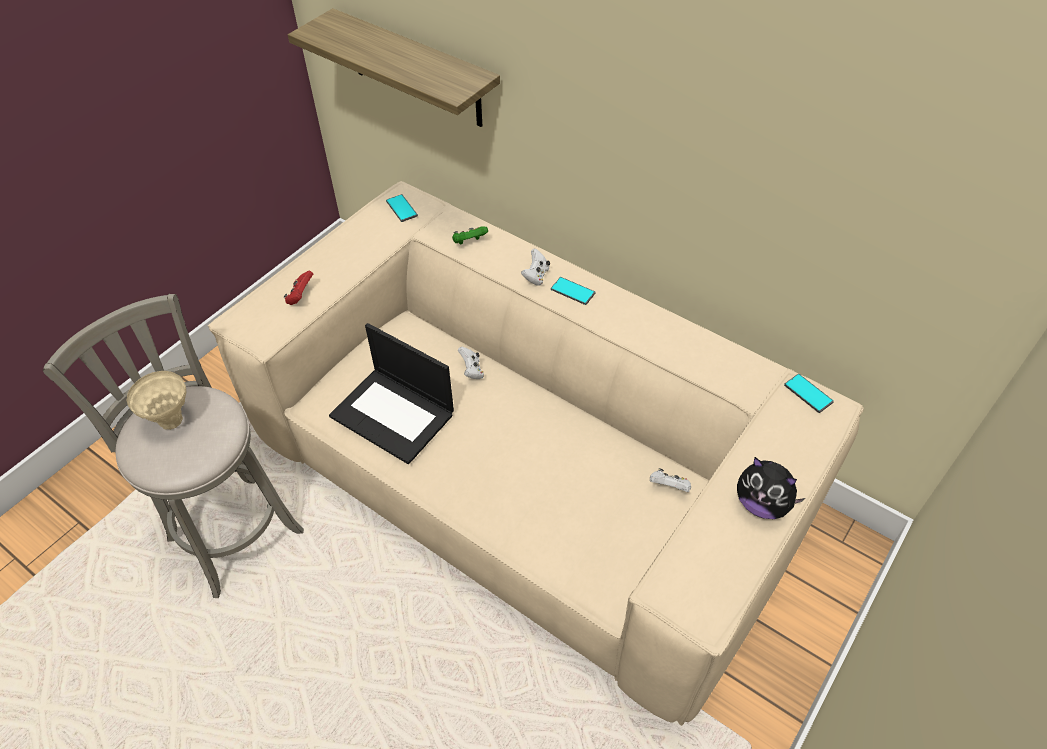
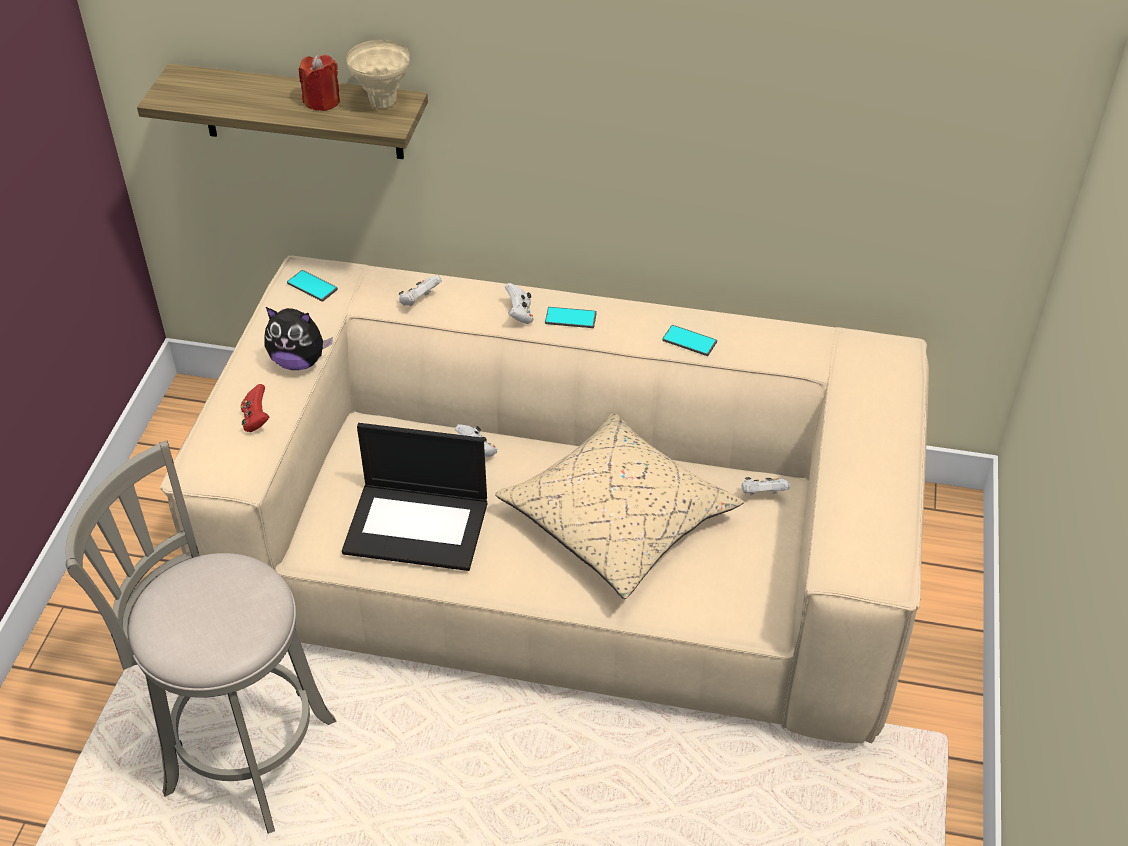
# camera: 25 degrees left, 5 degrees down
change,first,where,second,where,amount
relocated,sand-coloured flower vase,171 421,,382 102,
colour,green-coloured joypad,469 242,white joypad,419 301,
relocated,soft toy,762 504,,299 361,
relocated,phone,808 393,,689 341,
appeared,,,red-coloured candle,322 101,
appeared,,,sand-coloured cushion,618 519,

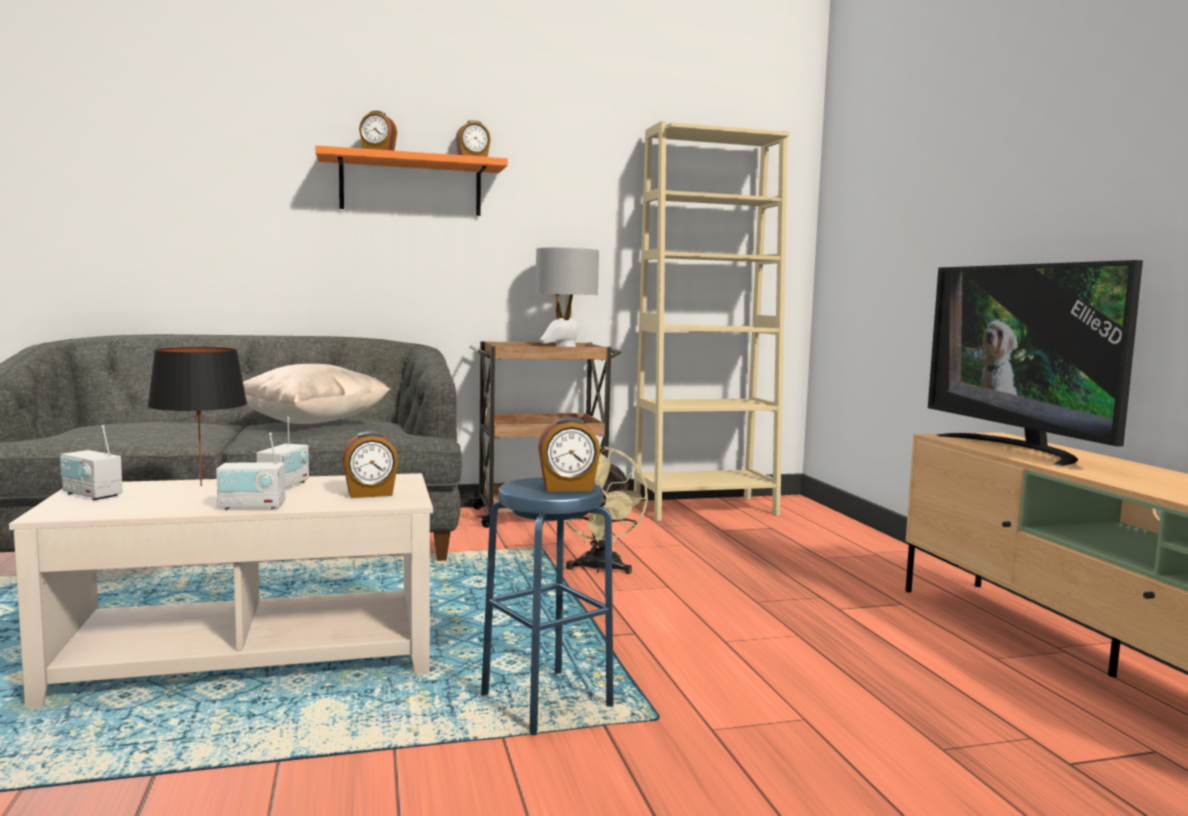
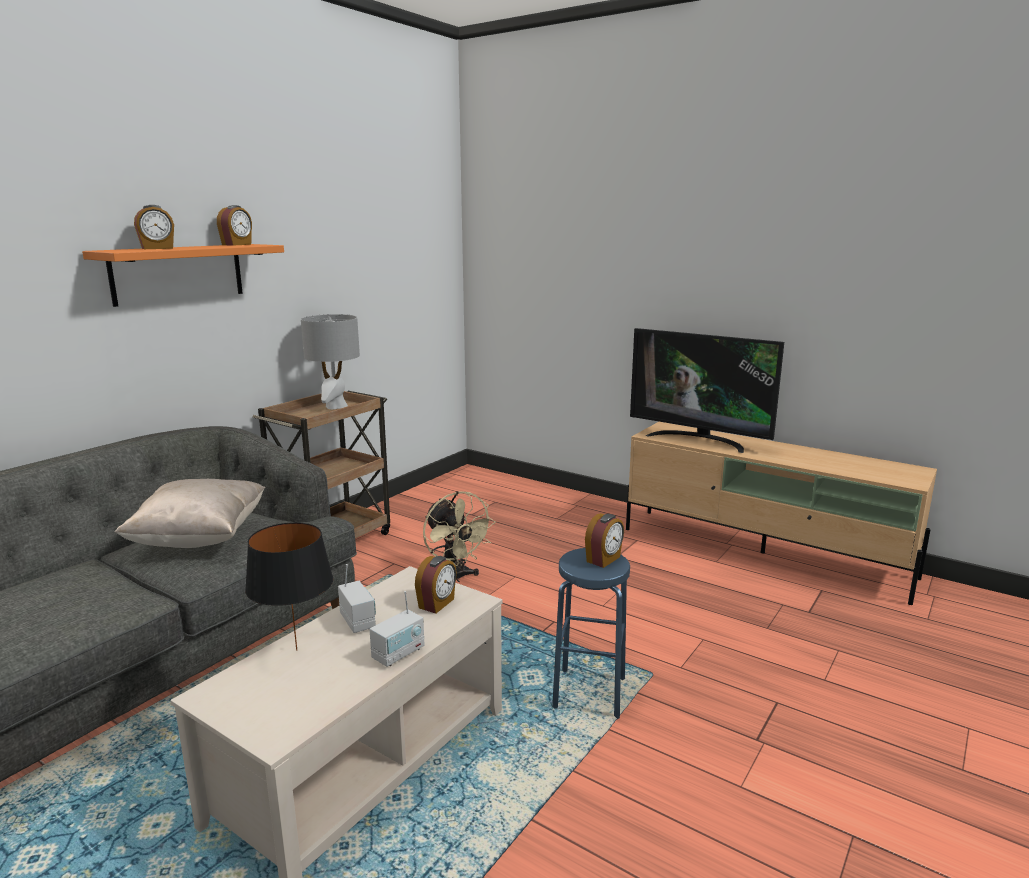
# camera: 40 degrees left, 10 degrees up
change,first,where,second,where,amount
missing,radio set,92 495,,,
missing,sand-coloured bookcase,705 508,,,

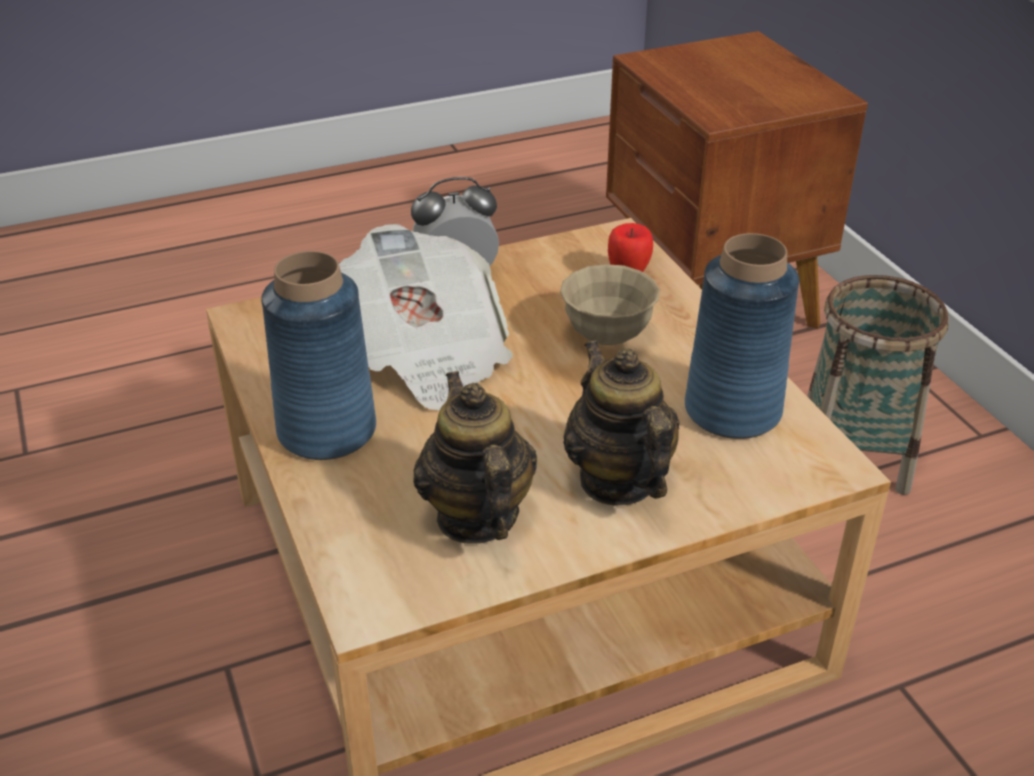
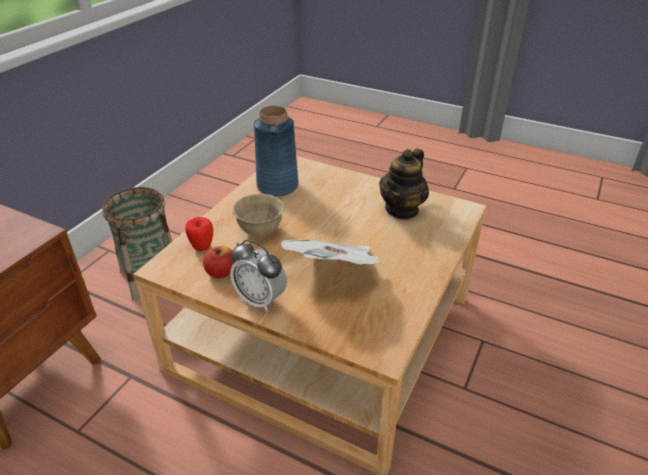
# camera: 130 degrees left, 0 degrees up
change,first,where,second,where,amount
missing,bluish flower vase,328 430,,,
missing,teapot,618 480,,,
appeared,,,apple,221 272,

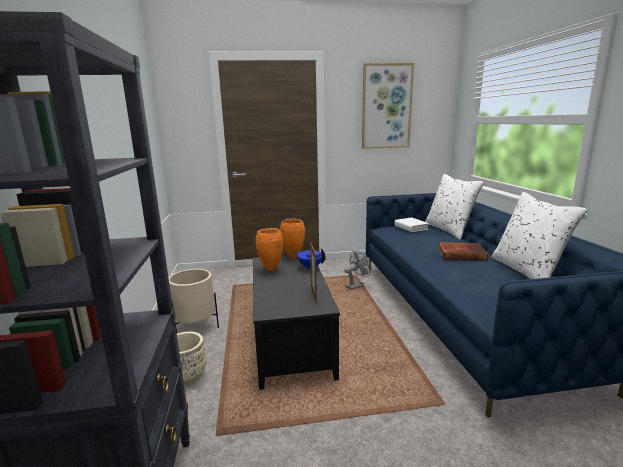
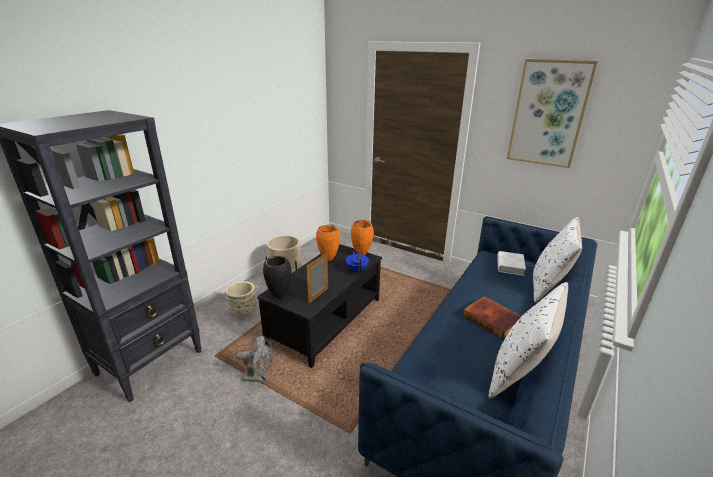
# camera: 40 degrees right, 10 degrees up
change,first,where,second,where,amount
relocated,gray cooling fan,356 285,,259 377,
appeared,,,blackish flower vase,279 297,

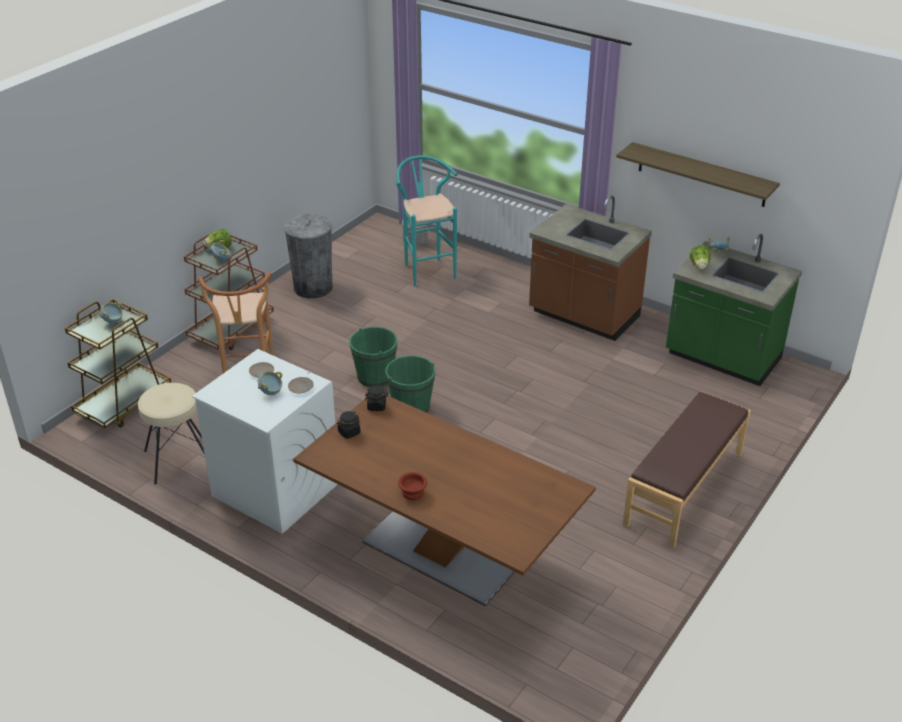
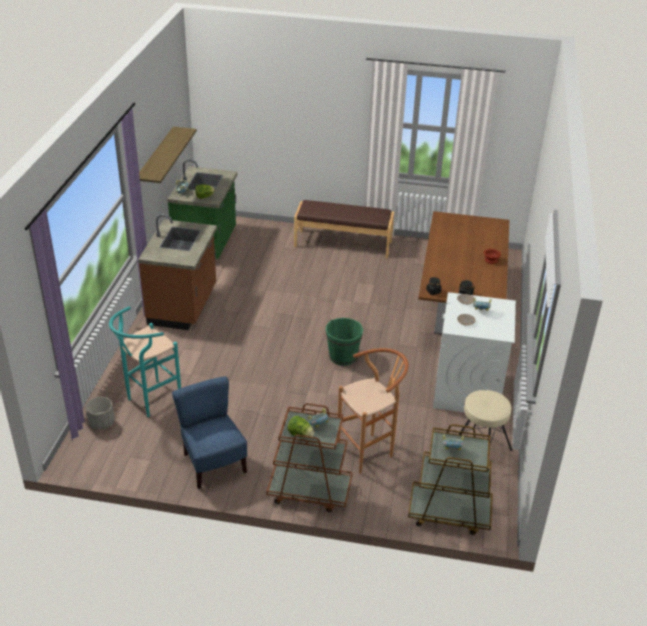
# camera: 115 degrees left, 0 degrees up
change,first,where,second,where,amount
exchanged,gray waste bin,313 287,bluish plain chair,213 464,
missing,green-coloured water bucket,375 377,,,

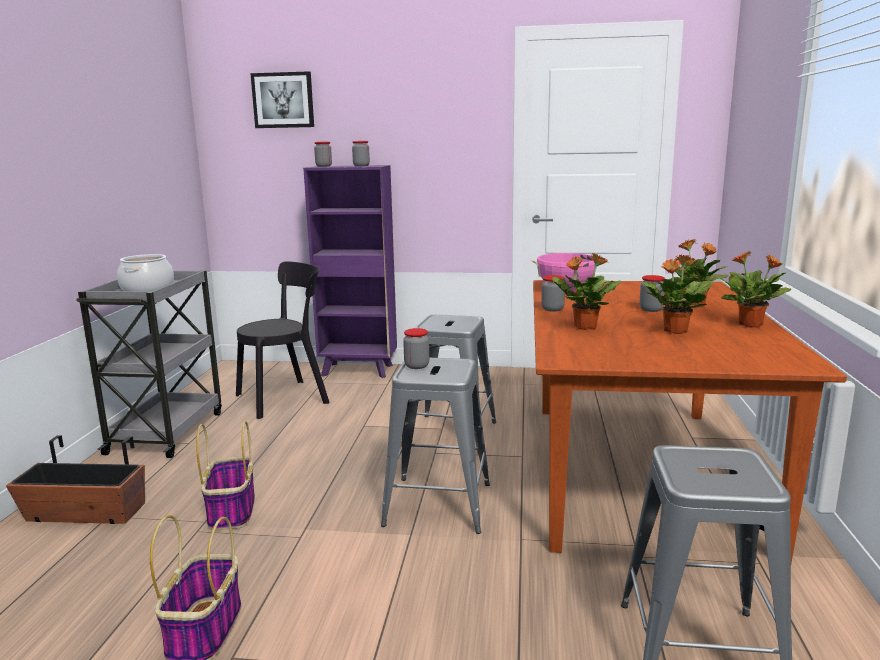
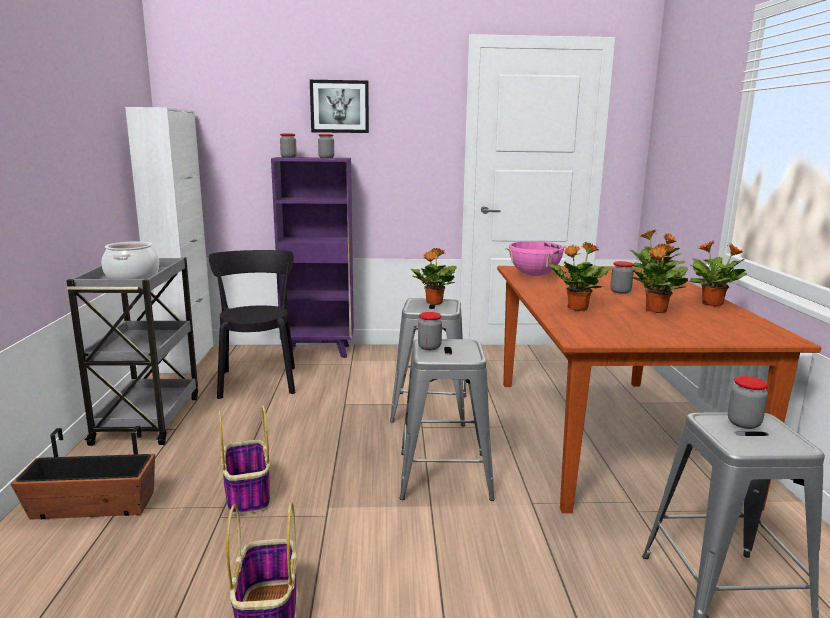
# camera: 10 degrees left, 0 degrees up
change,first,where,second,where,amount
spun,blackish plain chair,286 398,,258 380,60 degrees counterclockwise
relocated,wall art,283 100,,339 106,
relocated,preserve jar,552 309,,743 423,
appeared,,,white cupboard,185 358,
appeared,,,plant in a pot,433 303,

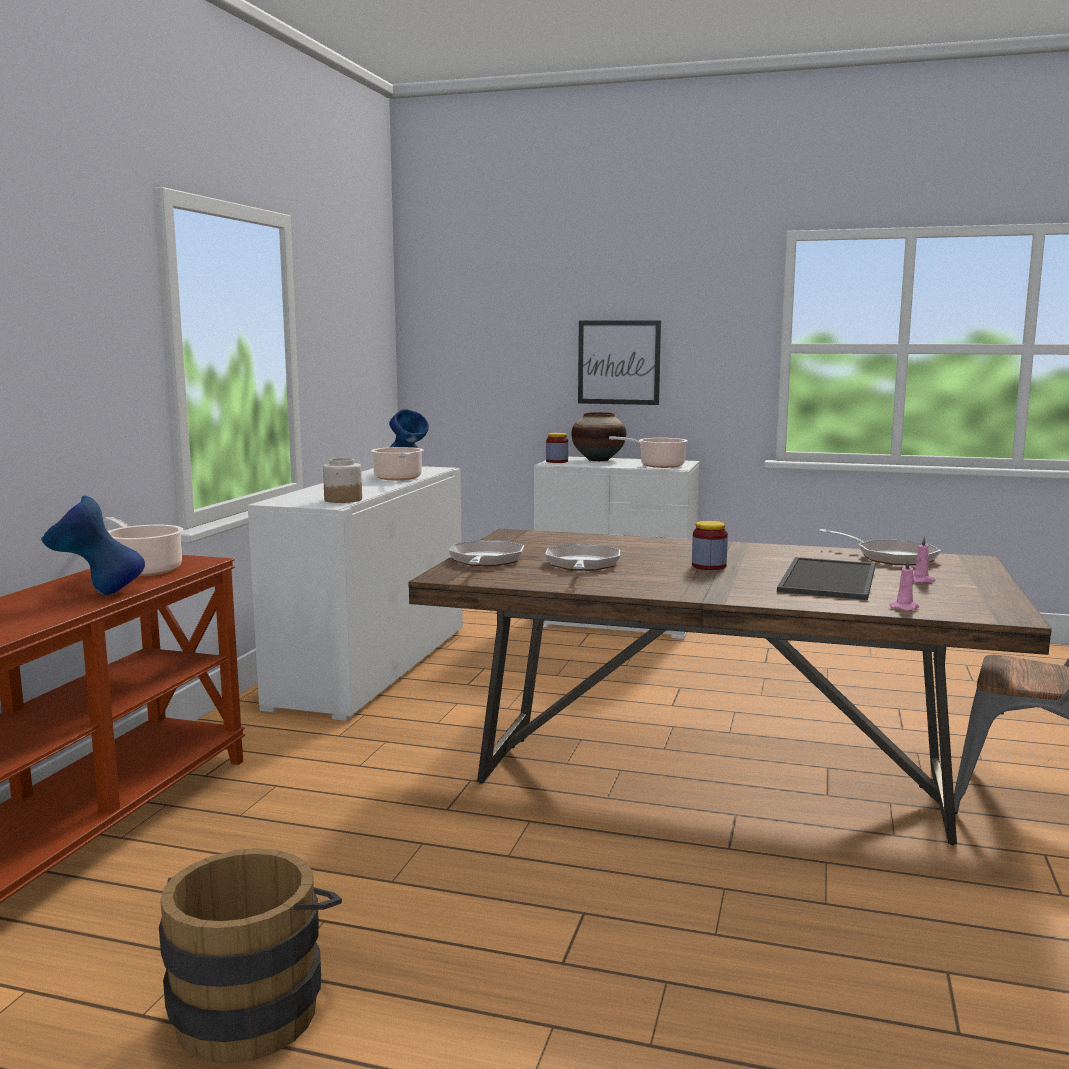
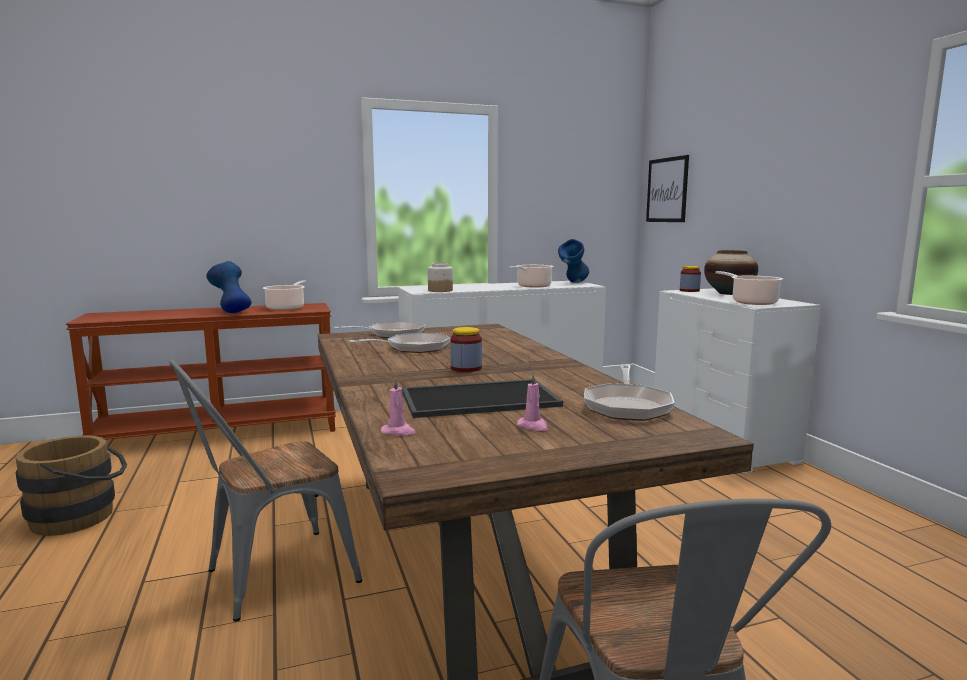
# camera: 55 degrees right, 0 degrees up
change,first,where,second,where,amount
relocated,wall art,619 362,,667 190,
appeared,,,gray plain chair,269 577,

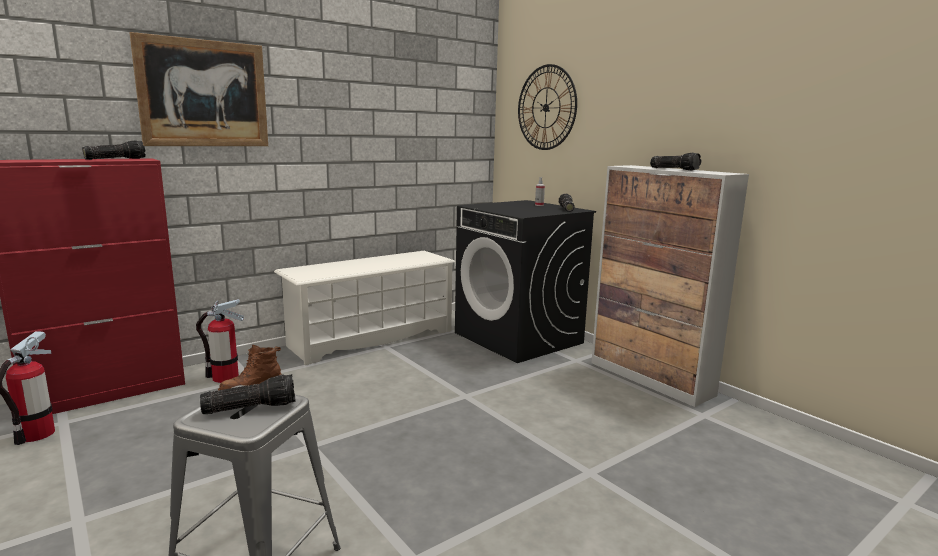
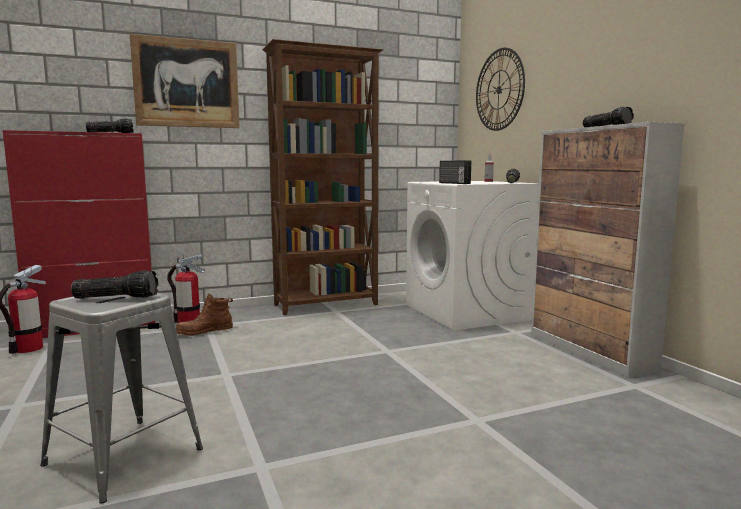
# camera: 15 degrees right, 5 degrees down
change,first,where,second,where,amount
exchanged,white shoe shelf,371 338,brown bookcase,327 305,
colour,blackish washing machine,519 338,white washing machine,467 312,
appeared,,,radio set,453 183,

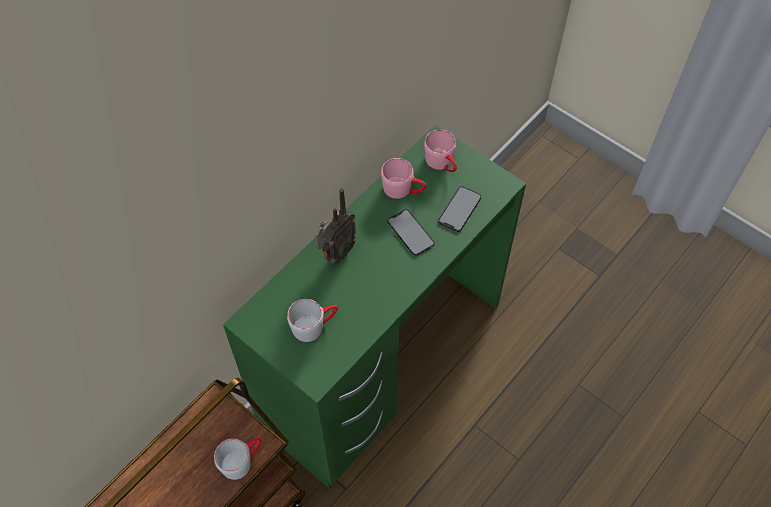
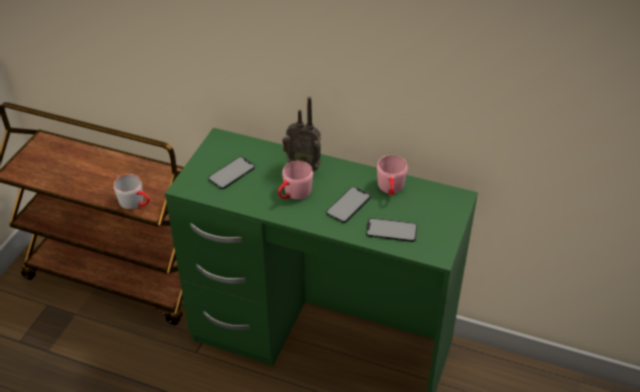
# camera: 70 degrees right, 15 degrees down
change,first,where,second,where,amount
exchanged,gray tea mug,314 325,phone,231 173,
relocated,pink-coloured tea mug,442 164,,293 194,

